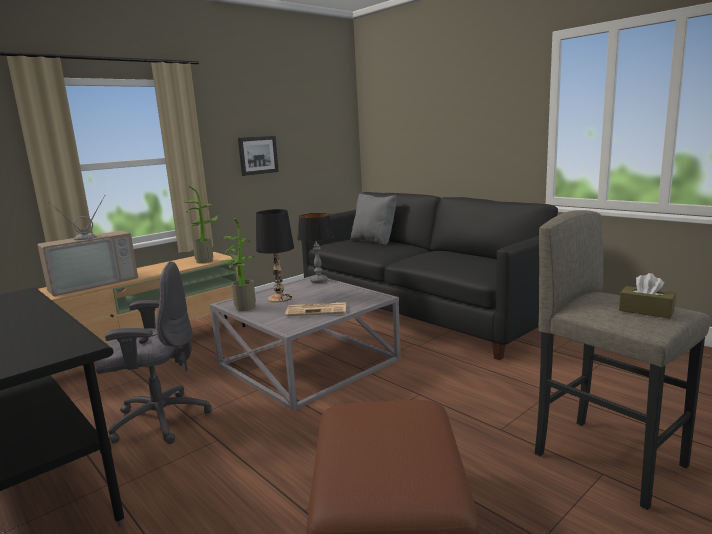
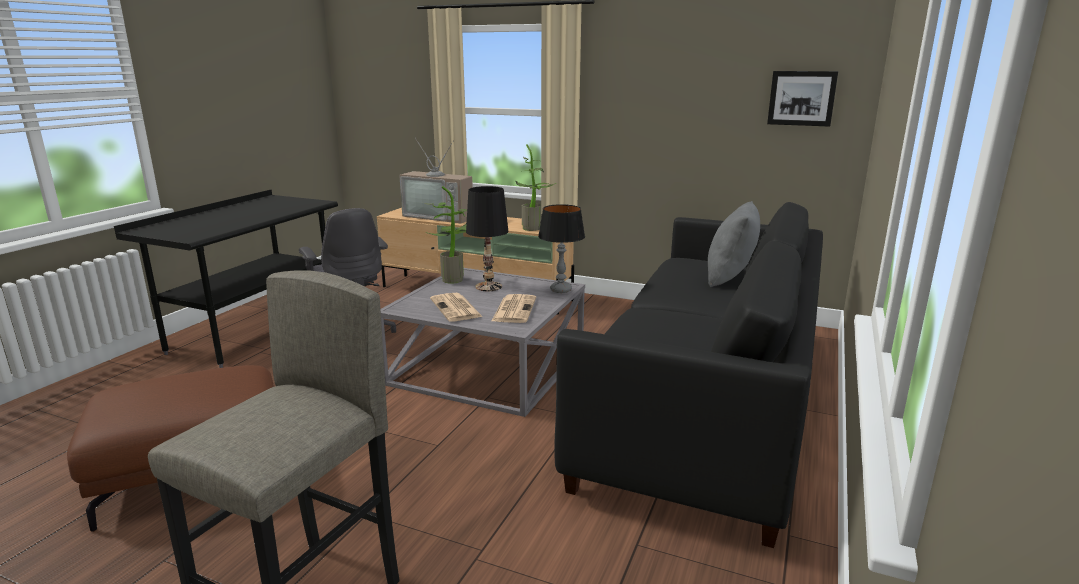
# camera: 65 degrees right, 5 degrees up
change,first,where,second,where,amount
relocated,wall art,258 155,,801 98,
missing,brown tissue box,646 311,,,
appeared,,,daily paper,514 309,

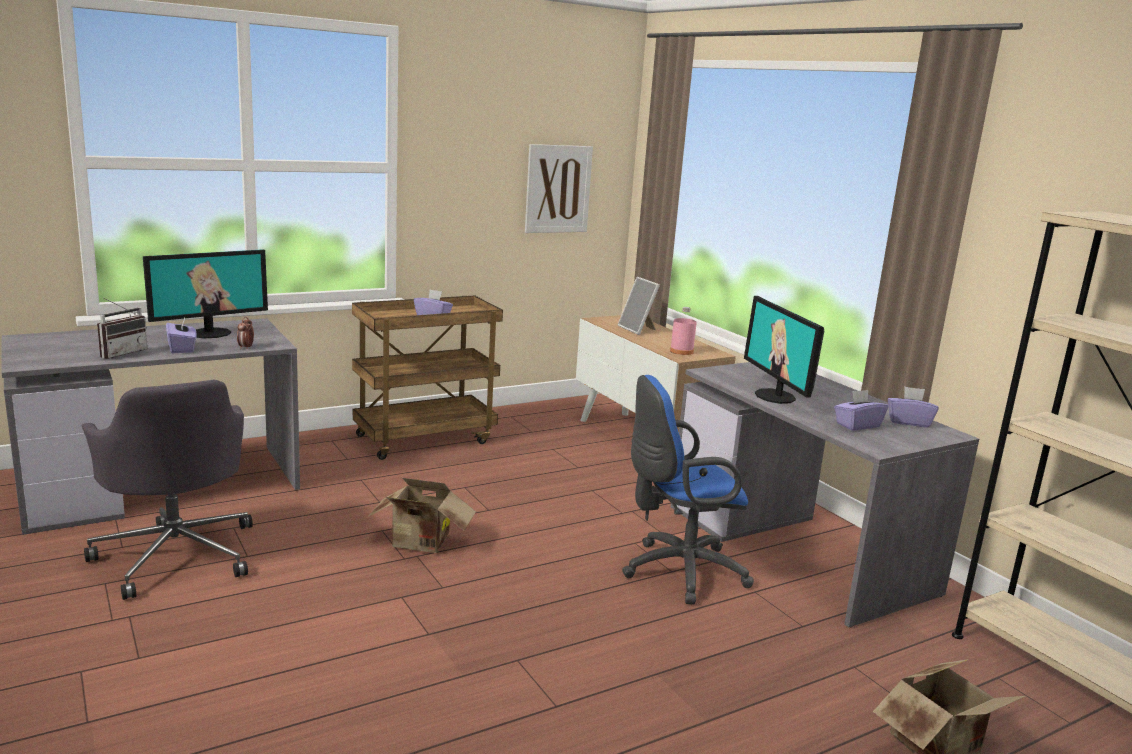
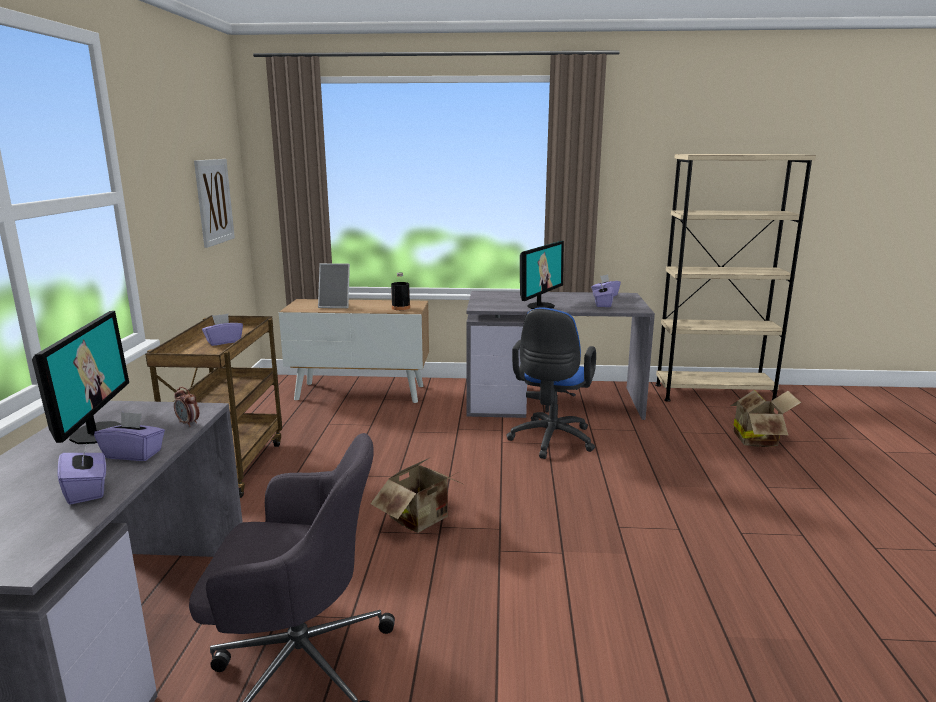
# camera: 55 degrees left, 0 degrees up
change,first,where,second,where,amount
exchanged,radio set,121 353,purple tissue box,87 490,
colour,pink-coloured bottle,681 351,blackish bottle,400 308,
spun,computer display,776 396,,540 306,75 degrees counterclockwise

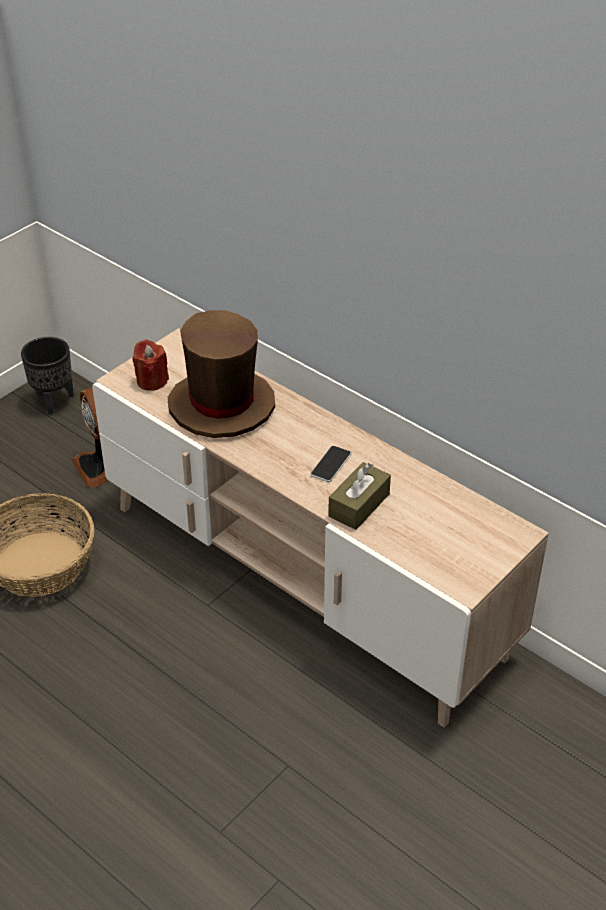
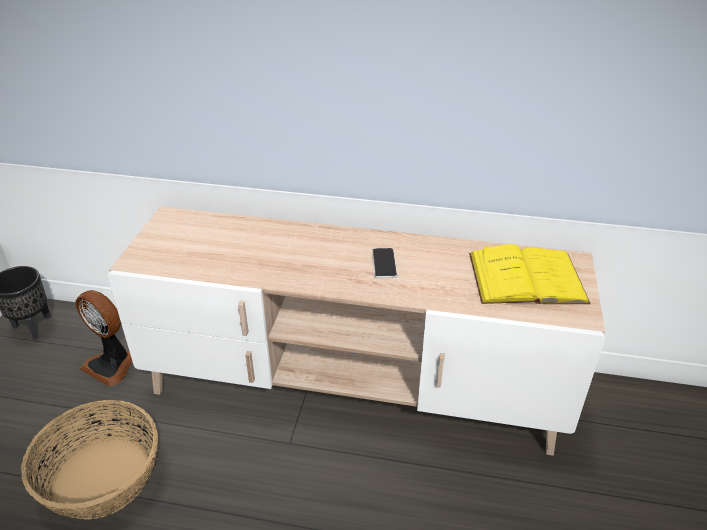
# camera: 30 degrees left, 5 degrees down
change,first,where,second,where,amount
missing,red-coloured candle,152 381,,,
missing,brown hat,221 406,,,
missing,brown tissue box,359 505,,,
appeared,,,yellow book,526 278,

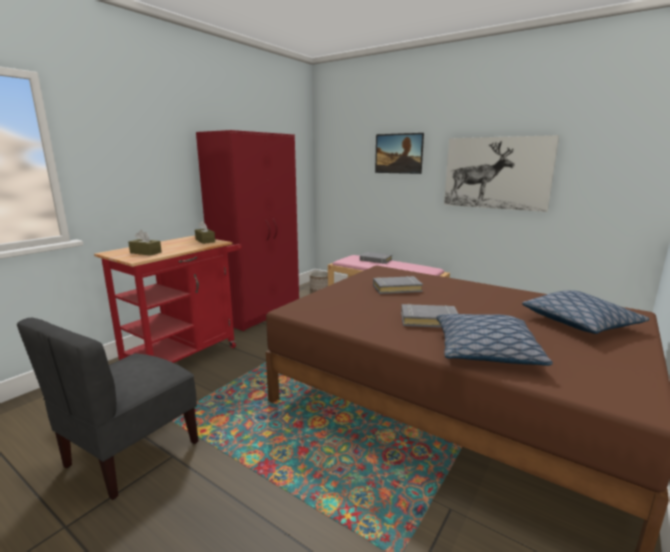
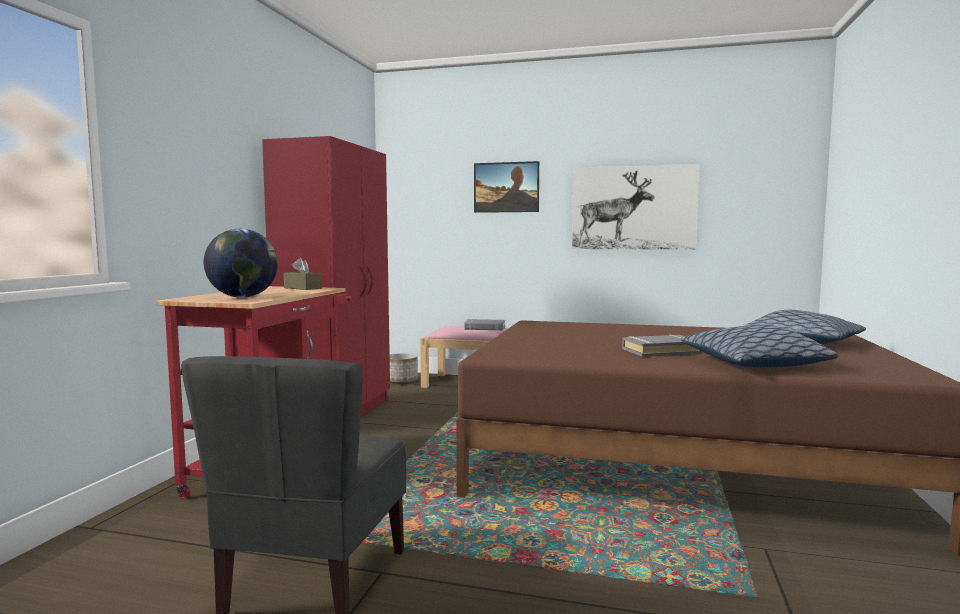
# camera: 20 degrees left, 10 degrees down
change,first,where,second,where,amount
exchanged,brown tissue box,145 252,globe,243 297,
missing,gray book,396 288,,,

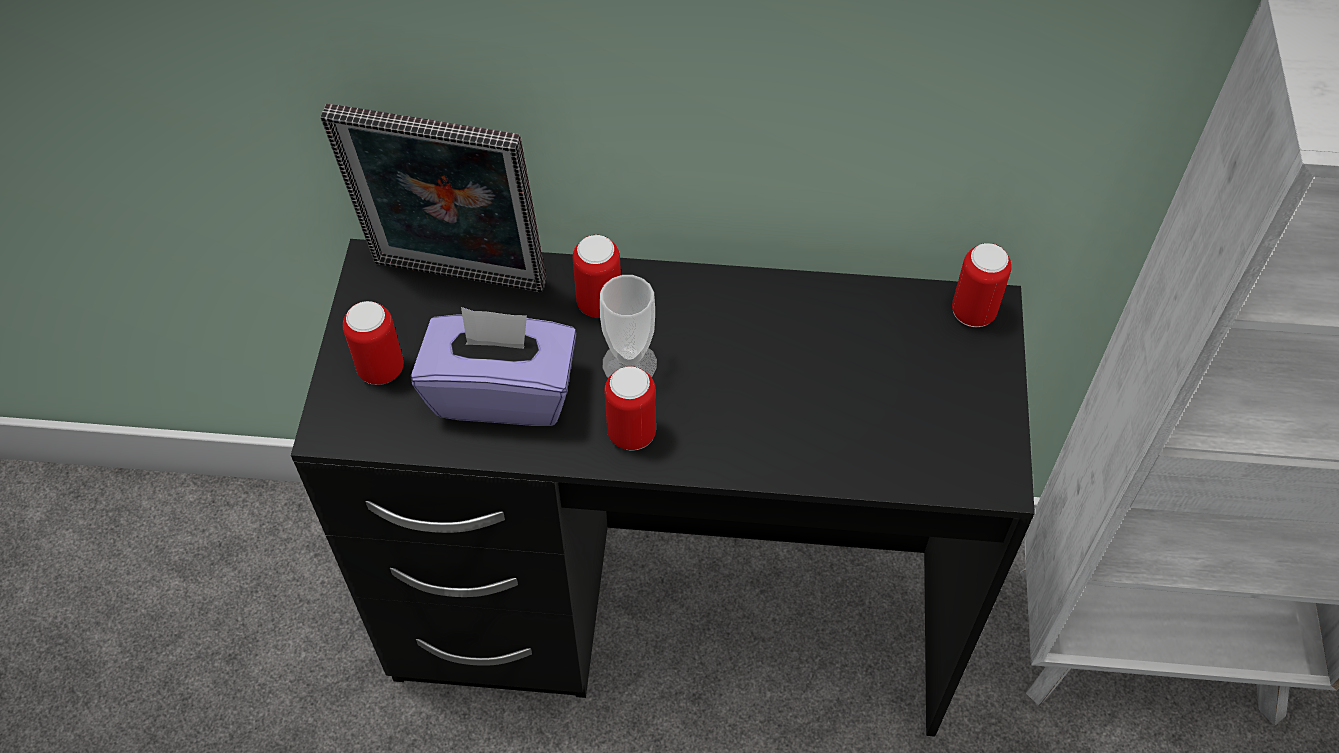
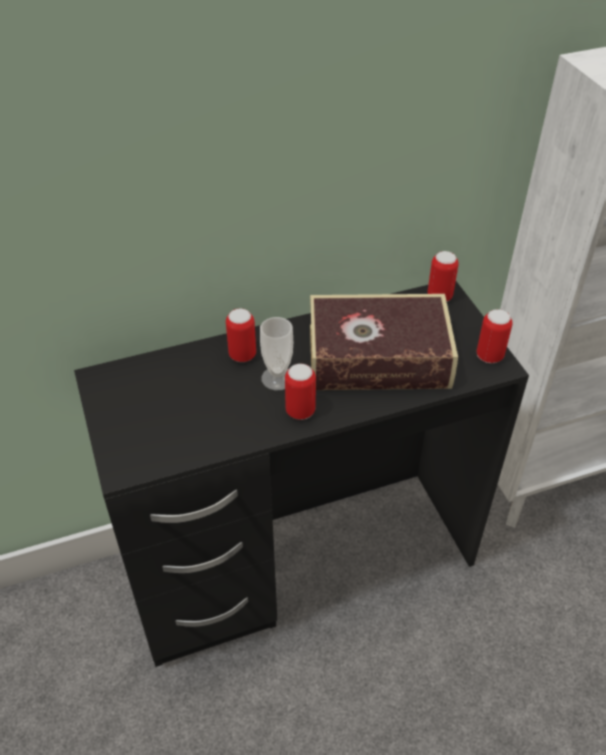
# camera: 25 degrees left, 10 degrees down
change,first,where,second,where,amount
missing,photo frame,456 281,,,
relocated,sealed can,381 369,,489 356,
missing,purple tissue box,502 392,,,
appeared,,,book,378 357,

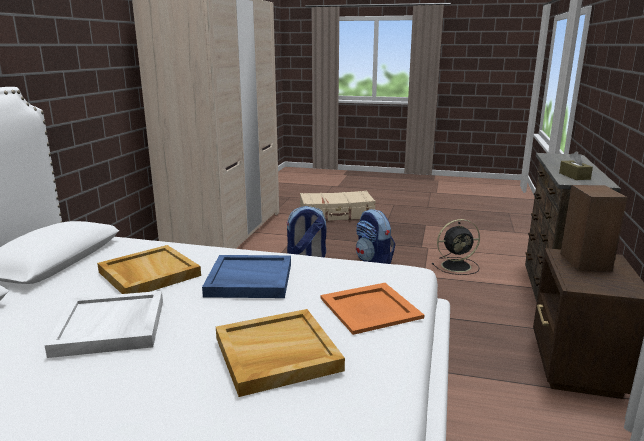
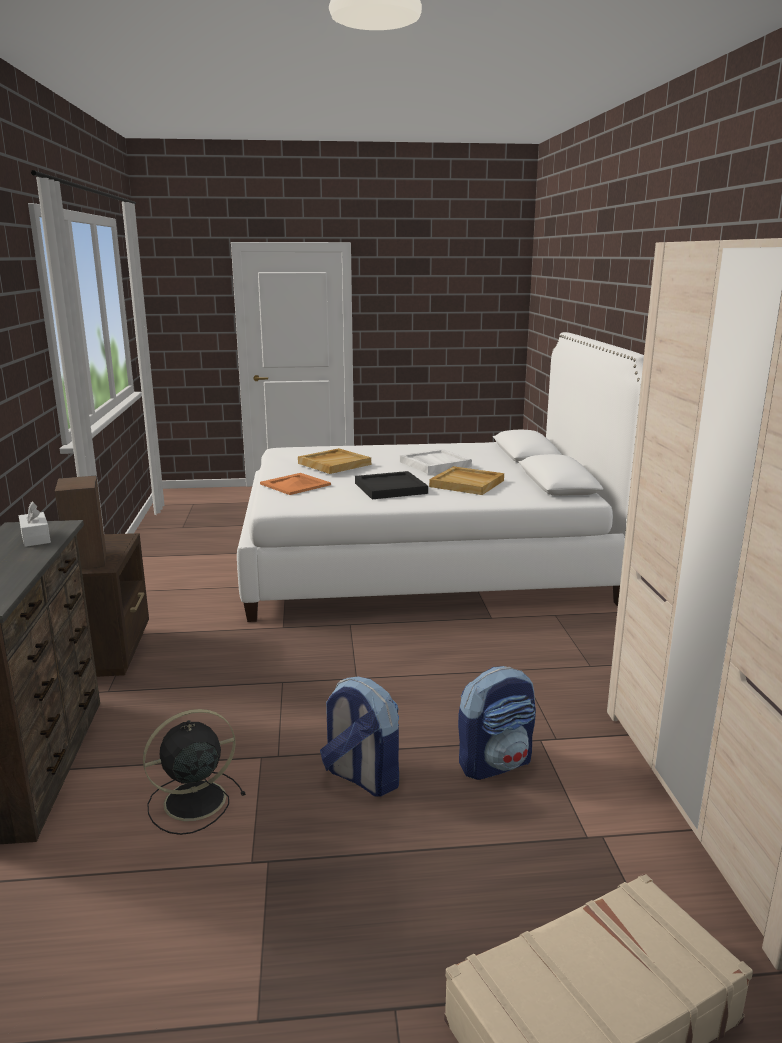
# camera: 160 degrees right, 0 degrees up
change,first,where,second,where,amount
colour,bluish tray,249 280,blackish tray,391 488,
colour,brown tissue box,574 176,white tissue box,35 538,

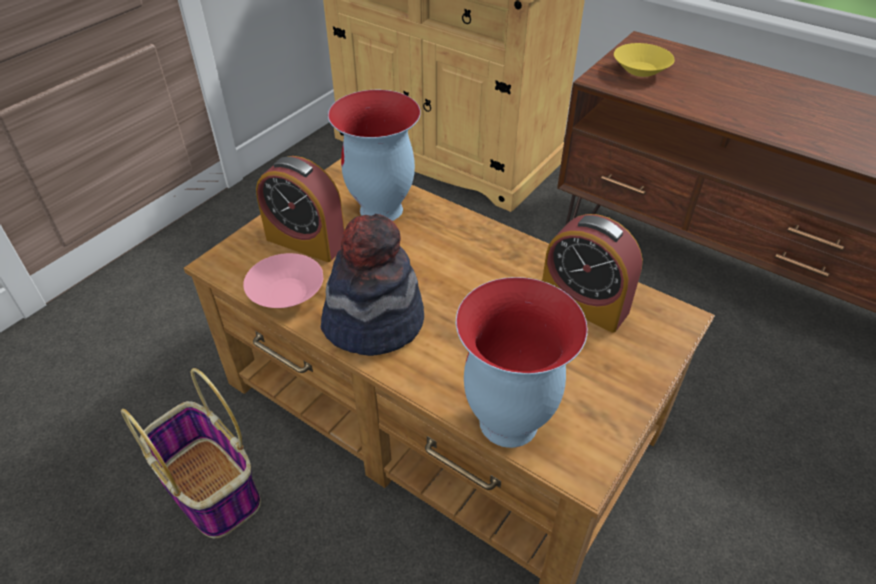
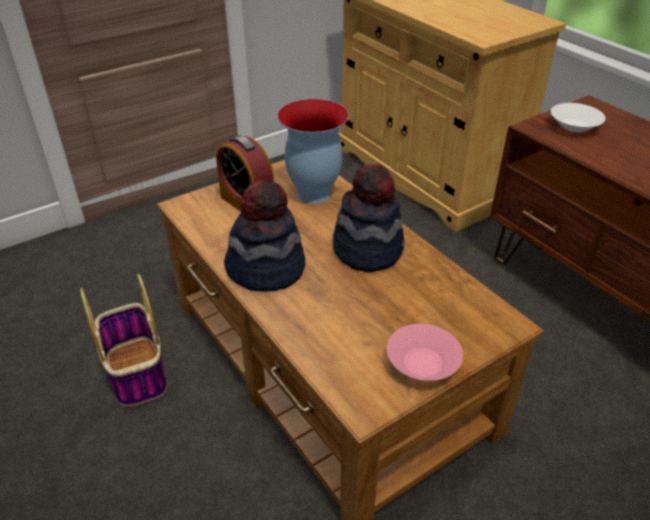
# camera: 20 degrees right, 5 degrees down
change,first,where,second,where,amount
relocated,pink-coloured deep dish,287 294,,423 364,
missing,flower vase,508 424,,,
missing,alarm clock,584 304,,,
colour,yellow deep dish,640 70,white deep dish,574 126,
appeared,,,hat,368 249,

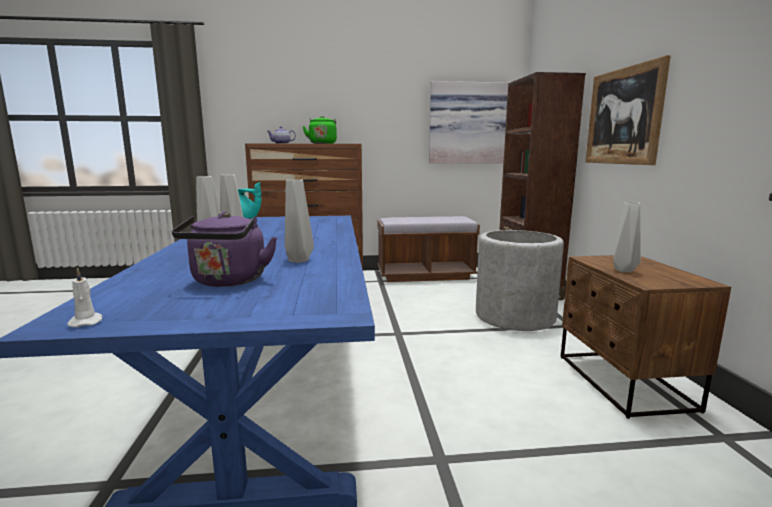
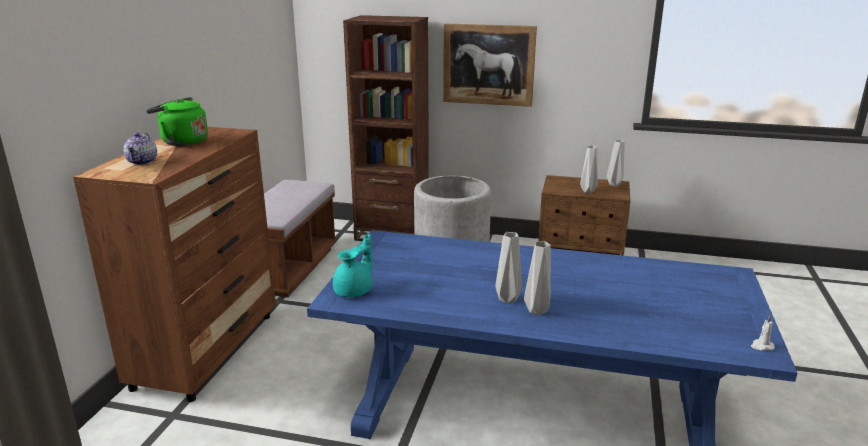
# camera: 70 degrees left, 10 degrees up
change,first,where,second,where,amount
missing,purple water kettle,228 282,,,
relocated,gray flower vase,297 260,,614 184,
missing,wall art,467 123,,,

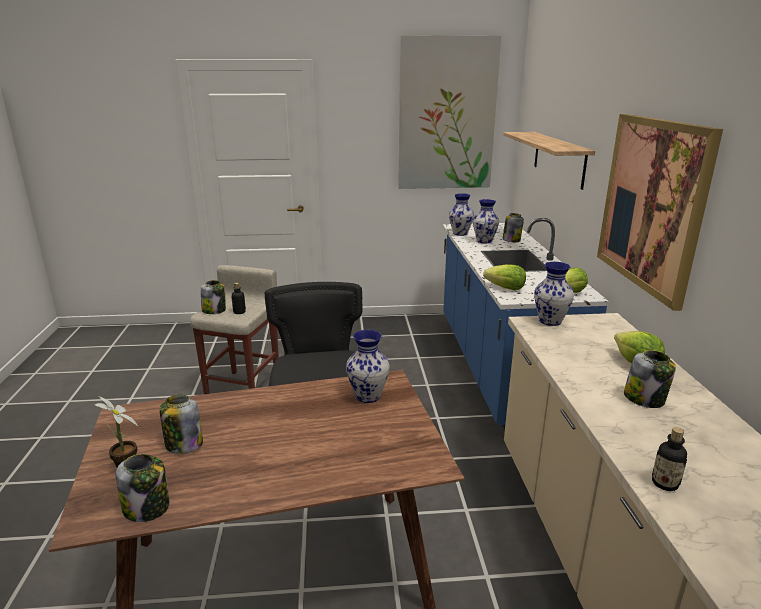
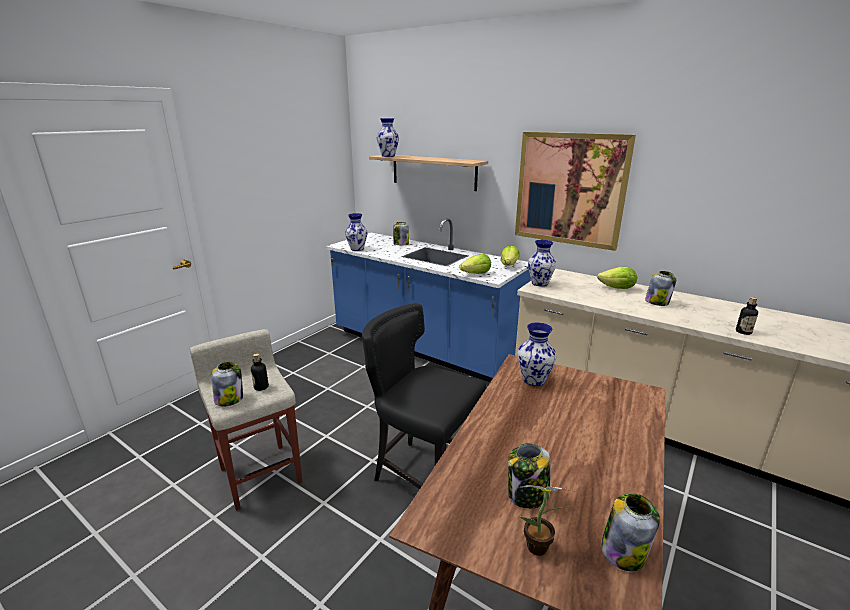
# camera: 50 degrees left, 0 degrees up
change,first,where,second,where,amount
missing,wall art,447 115,,,
relocated,flower vase,484 241,,388 156,

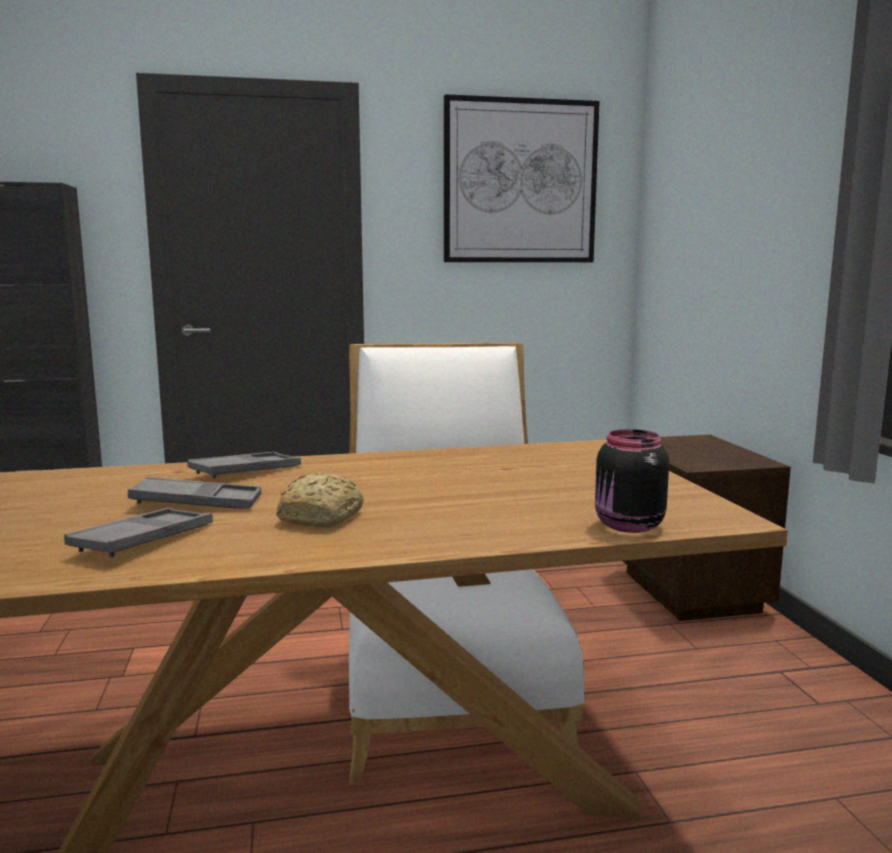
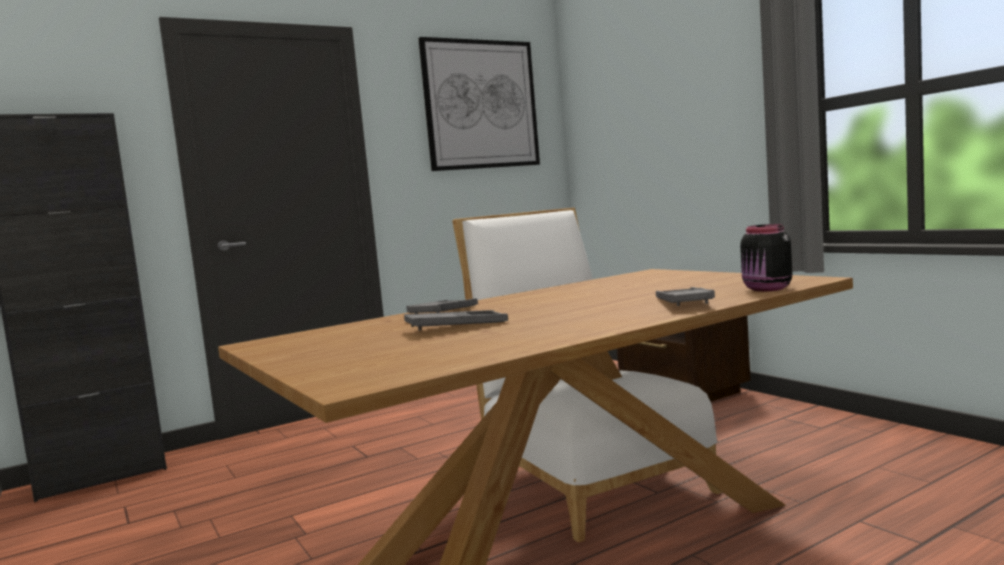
# camera: 20 degrees left, 5 degrees down
change,first,where,second,where,amount
relocated,gray tray,144 540,,683 302,
missing,bread,323 517,,,

